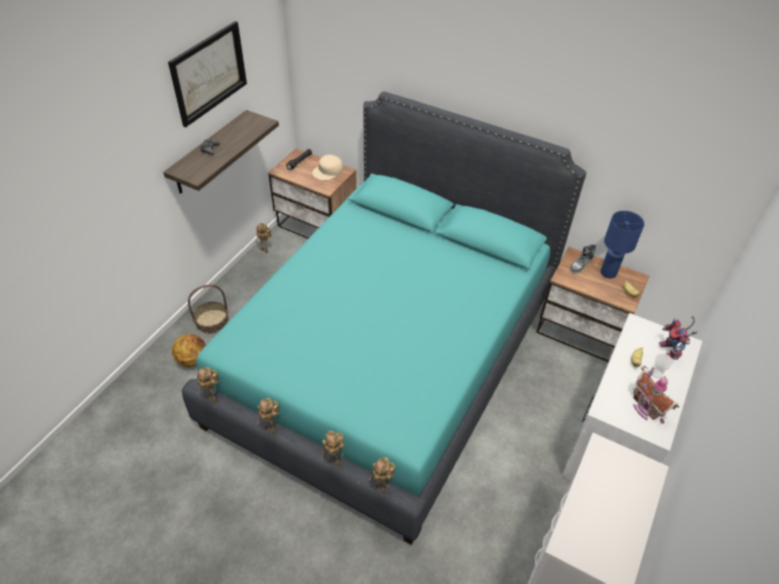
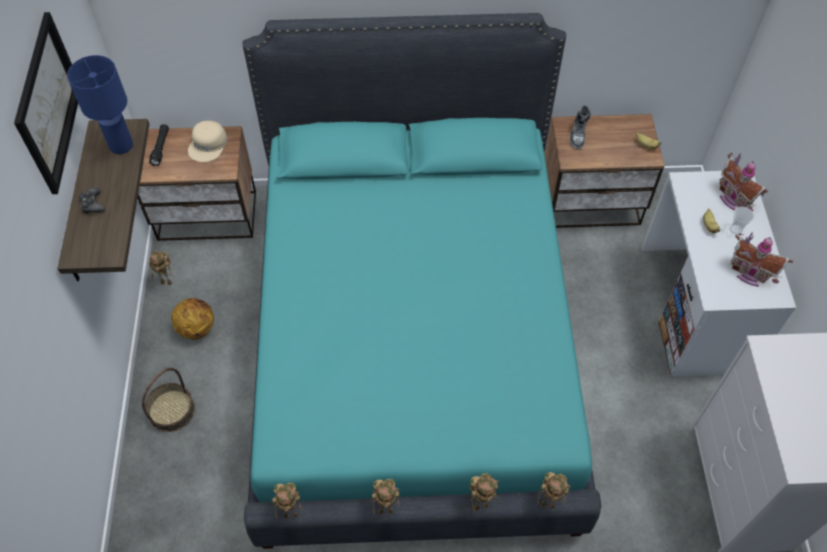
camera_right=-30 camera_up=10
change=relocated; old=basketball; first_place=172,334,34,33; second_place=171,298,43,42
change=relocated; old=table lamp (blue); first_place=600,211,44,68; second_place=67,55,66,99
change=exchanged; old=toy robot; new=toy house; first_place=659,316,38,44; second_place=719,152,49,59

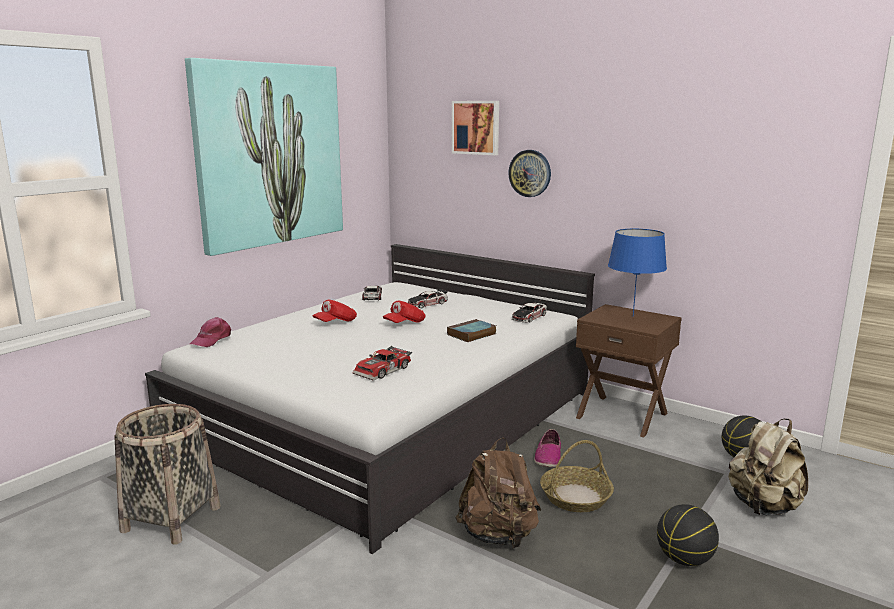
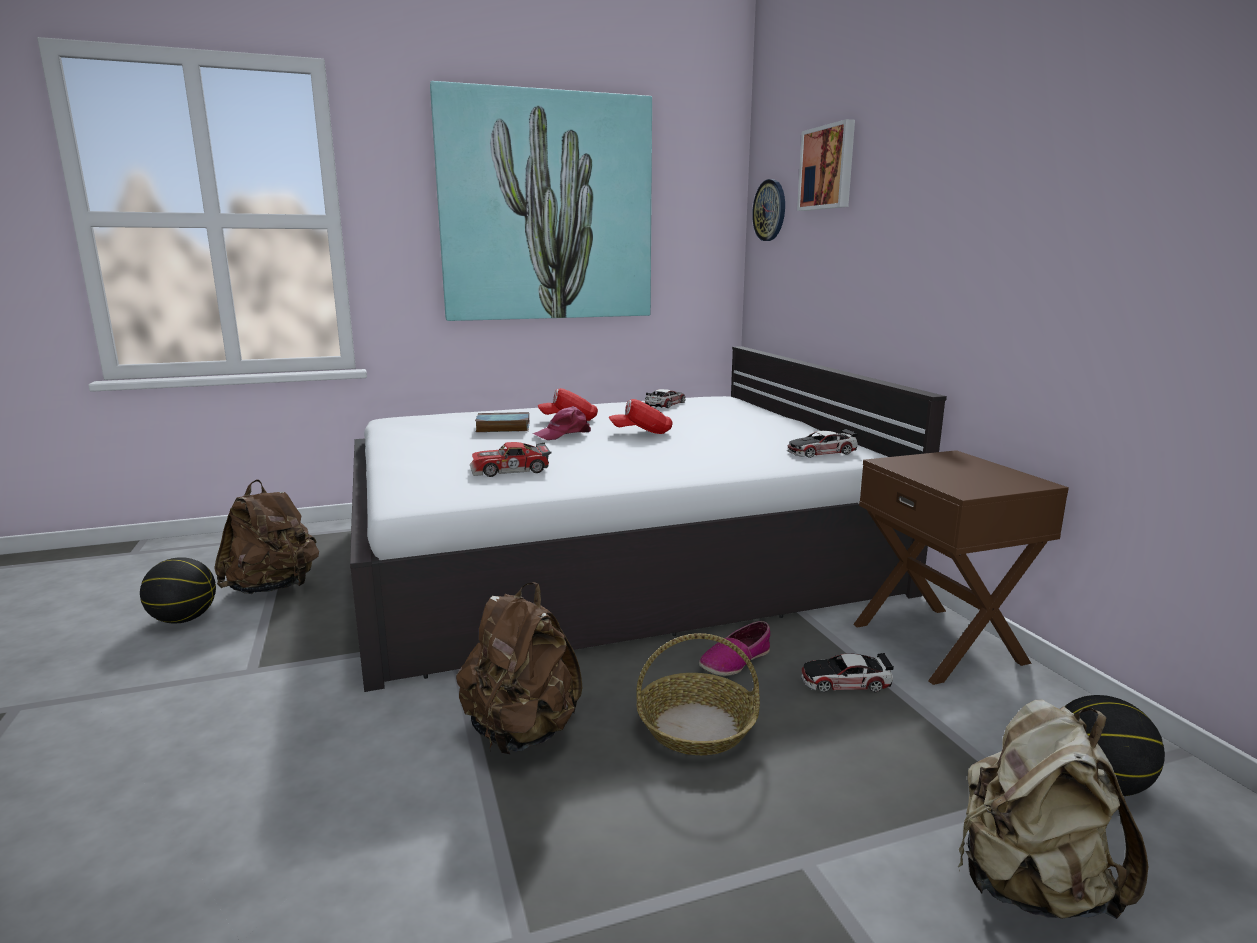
camera_right=35 camera_up=0
change=exchanged; old=basket; new=backpack (brown); first_place=114,404,106,141; second_place=214,479,105,115
change=relocated; old=cap (pink); first_place=190,317,41,30; second_place=533,406,58,34
change=relocated; old=toy car; first_place=408,289,40,19; second_place=801,653,93,39
change=relocated; old=book; first_place=447,319,49,23; second_place=475,412,54,20
change=relocated; old=wall clock; first_place=508,150,43,47; second_place=752,179,33,62
change=missing; old=table lamp (blue); first_place=608,229,59,88
change=relocated; old=basketball; first_place=657,504,62,62; second_place=140,557,76,66

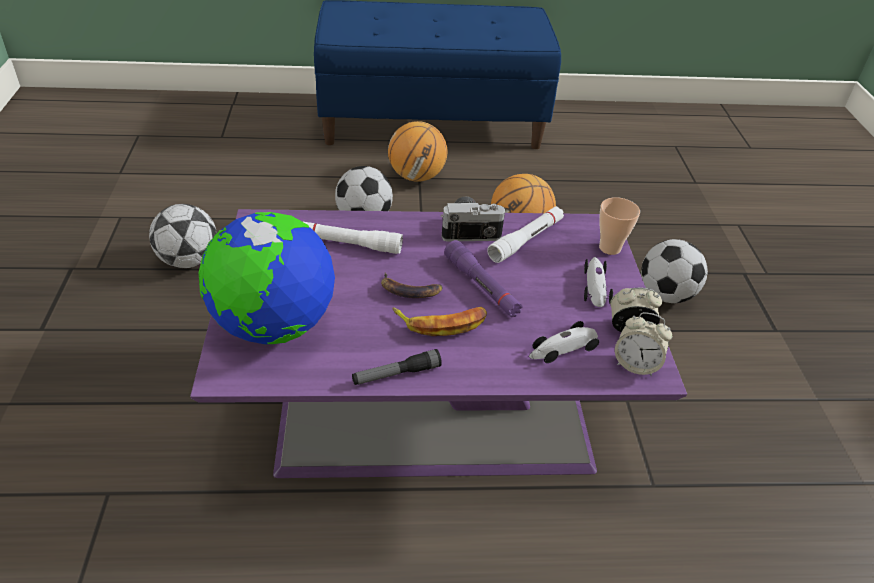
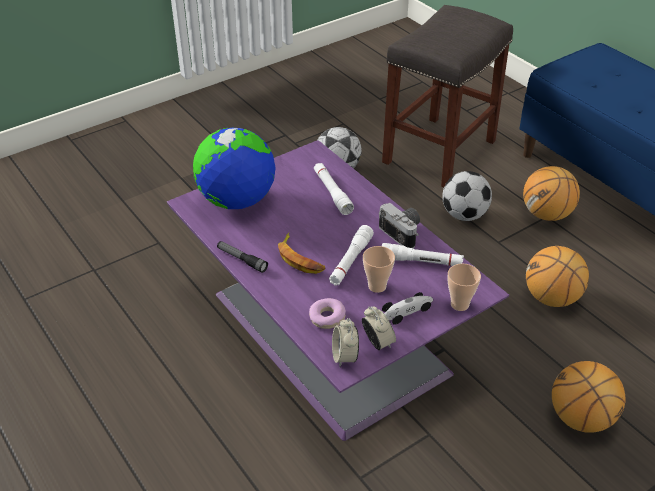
camera_right=60 camera_up=0
change=missing; old=banana; first_place=381,273,62,25
change=colour; old=flashlight (purple); new=flashlight (white); first_place=444,240,79,77; second_place=329,225,45,61
change=exchanged; old=toy car; new=donut; first_place=529,321,70,42; second_place=309,298,37,31
change=exchanged; old=football; new=basketball; first_place=641,239,67,64; second_place=552,361,74,72
change=appeared; new=cup; second_place=363,246,32,47
change=appeared; new=stool (grey); second_place=382,5,131,182

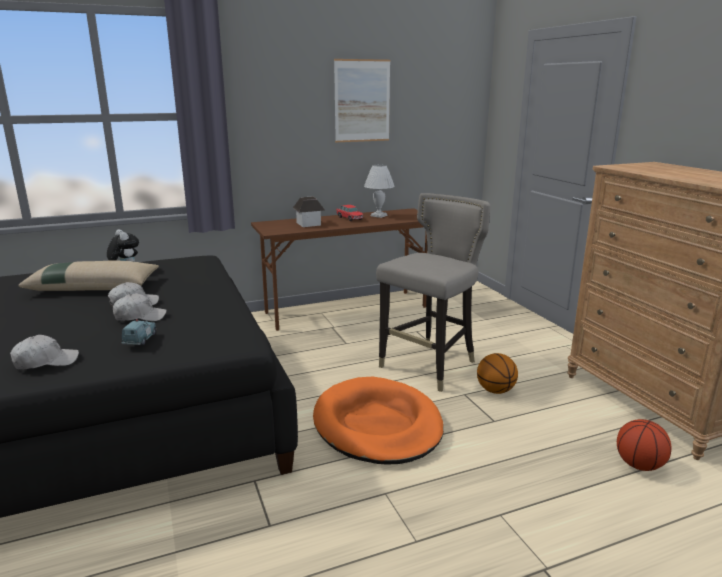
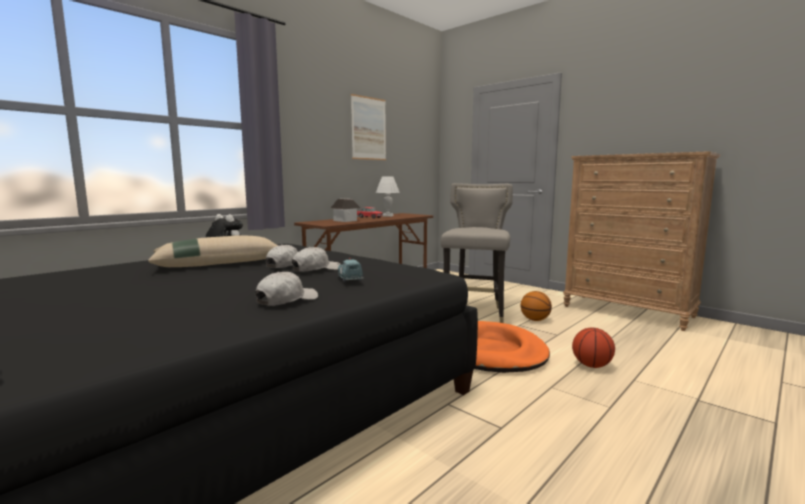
camera_right=-25 camera_up=-10
change=relocated; old=basketball; first_place=617,419,54,52; second_place=572,327,43,41

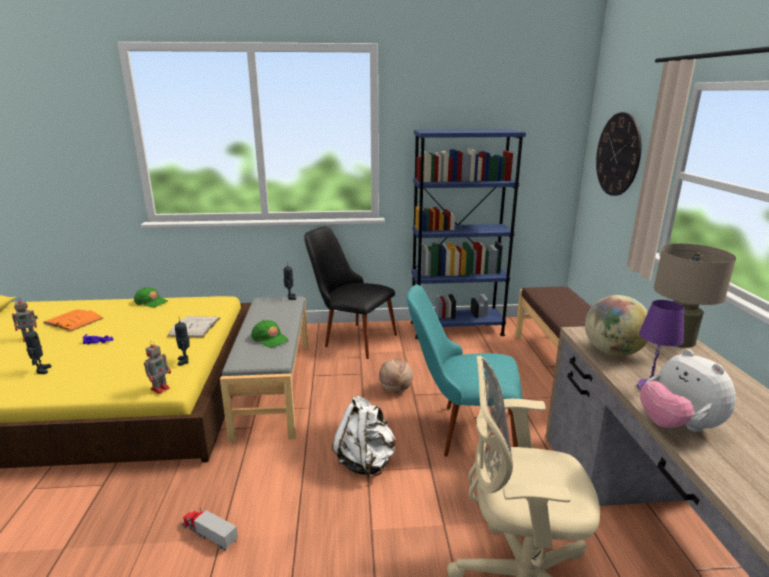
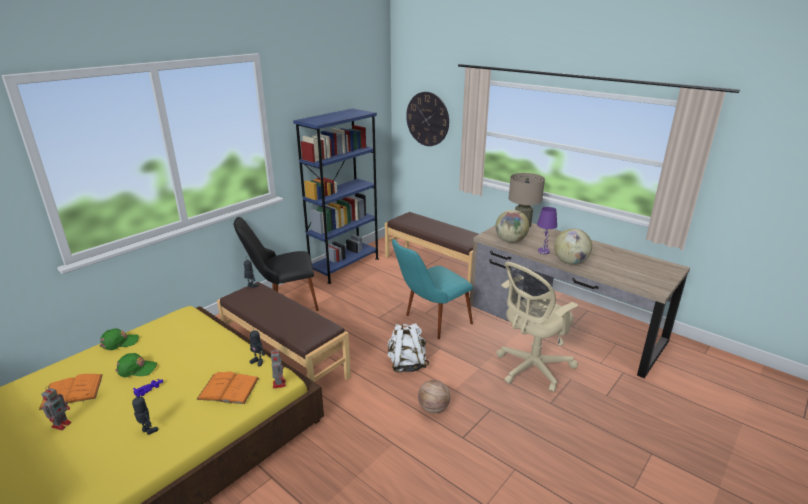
camera_right=-45 camera_up=5
change=missing; old=book (white); first_place=167,316,53,22
change=missing; old=toy truck; first_place=181,507,57,44
change=colour; old=bench (grey); new=bench (brown); first_place=220,297,88,145; second_place=217,282,134,100
change=relocated; old=cap (green); first_place=251,320,37,28; second_place=115,353,42,25
change=relocated; old=basketball; first_place=379,358,34,35; second_place=418,380,32,33
change=exchanged; old=plush toy; new=globe; first_place=640,349,96,83; second_place=554,228,38,37
change=appeared; new=book (orange); second_place=196,372,63,32

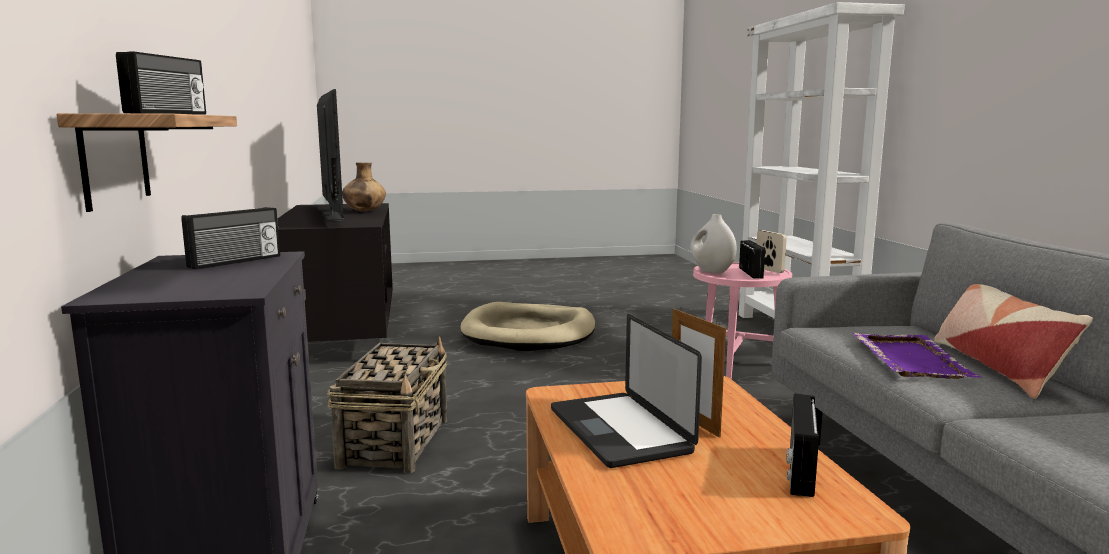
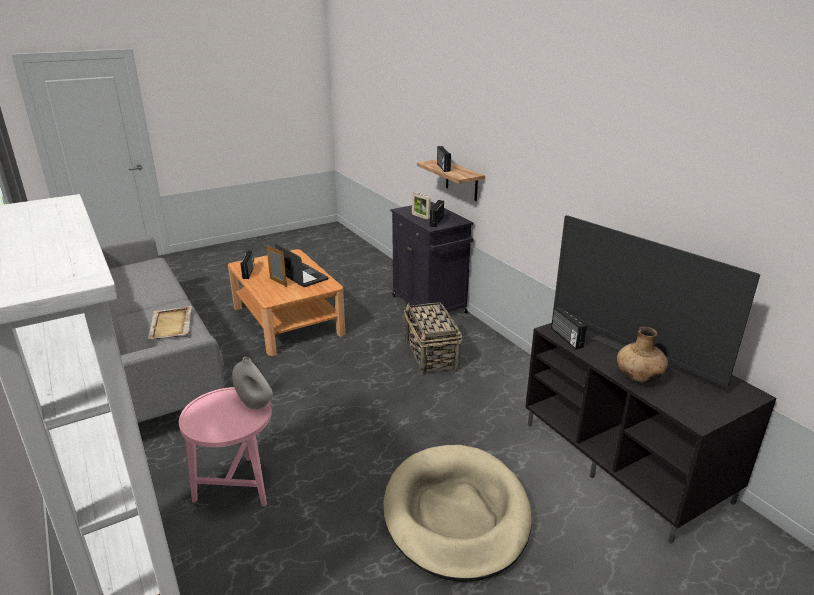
camera_right=160 camera_up=15
change=relocated; old=radio; first_place=739,240,26,39; second_place=551,306,36,43
change=relocated; old=picture frame; first_place=756,230,31,43; second_place=412,192,18,28
change=colour; old=tray (purple); new=tray (beige); first_place=853,333,129,46; second_place=147,306,45,33
change=missing; old=pillow; first_place=934,284,159,115

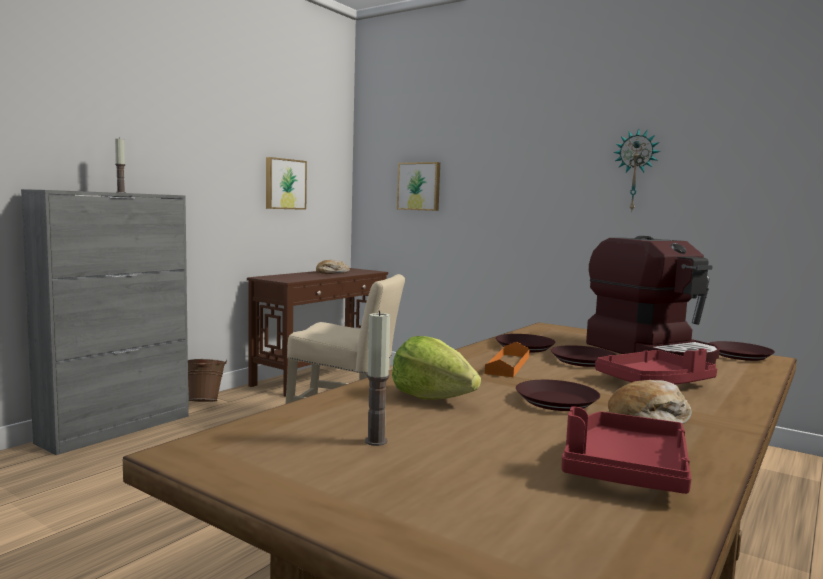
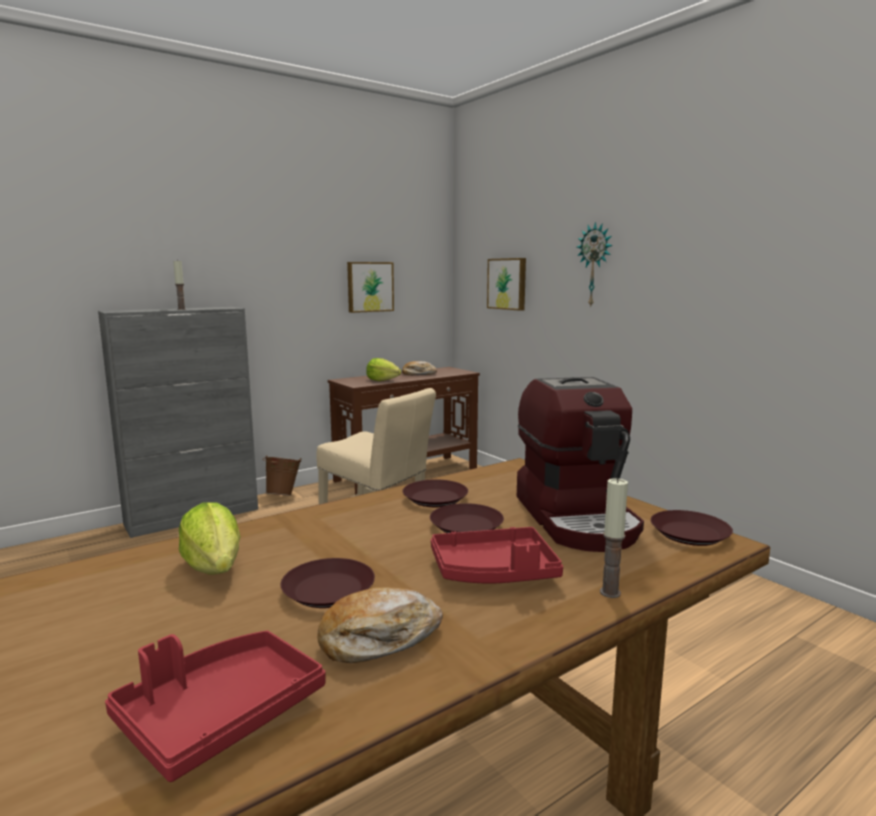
camera_right=20 camera_up=5
change=relocated; old=candle; first_place=365,310,25,136; second_place=600,478,28,120
change=missing; old=tray (orange); first_place=485,342,44,35
change=relocated; old=wall clock; first_place=613,128,48,85; second_place=577,222,36,86
change=appeared; new=lettuce; second_place=366,358,35,23

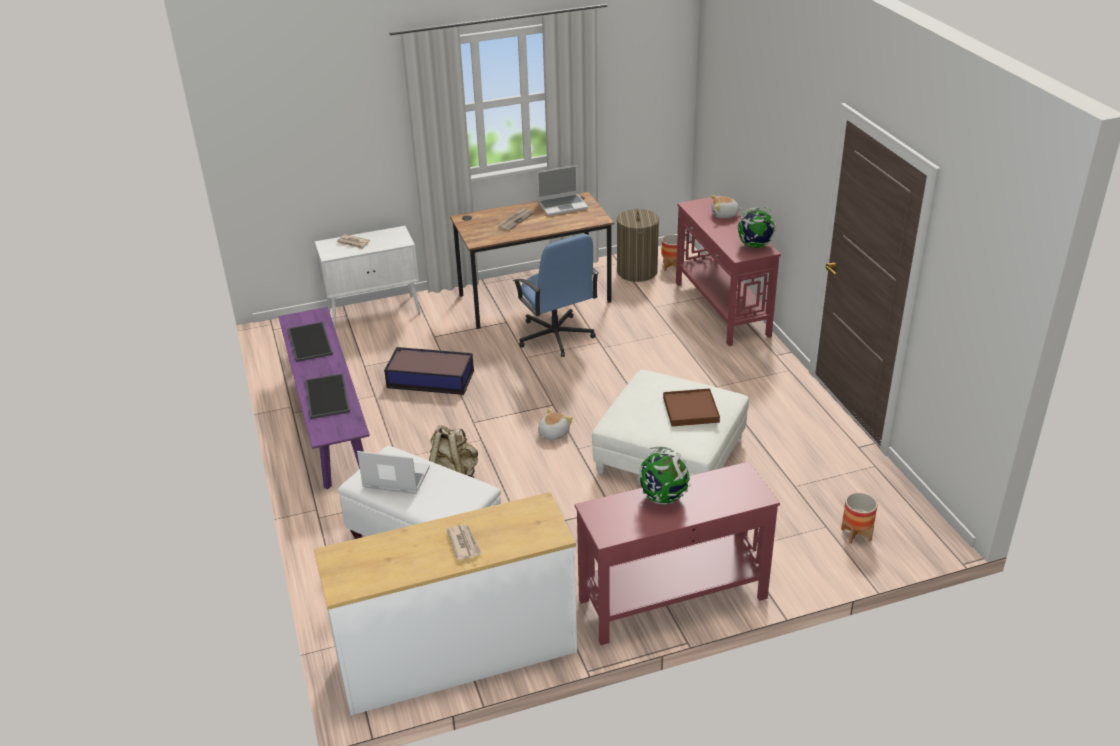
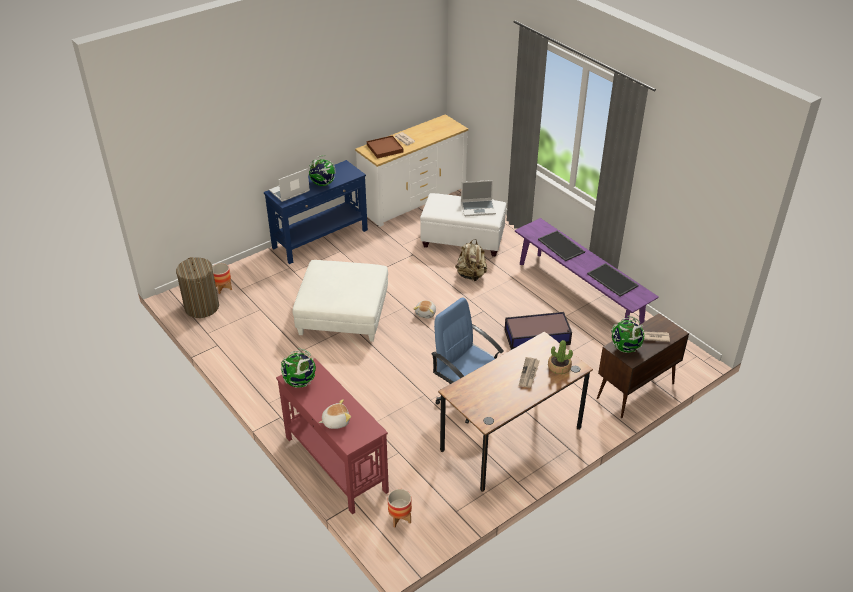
camera_right=160 camera_up=5
change=colour; old=cabinet (white); new=cabinet (brown); first_place=315,226,105,104; second_place=597,313,92,105
change=relocated; old=laptop; first_place=537,165,51,51; second_place=269,169,41,33
change=colour; old=console table (red); new=console table (blue); first_place=575,461,205,184; second_place=264,160,104,104
change=relocated; old=laundry basket; first_place=617,209,42,73; second_place=176,257,43,61
change=relocated; old=tray (brown); first_place=663,388,57,38; second_place=367,135,37,23
change=appeared; new=potted plant; second_place=548,340,25,34
change=appeared; new=globe; second_place=611,316,34,37

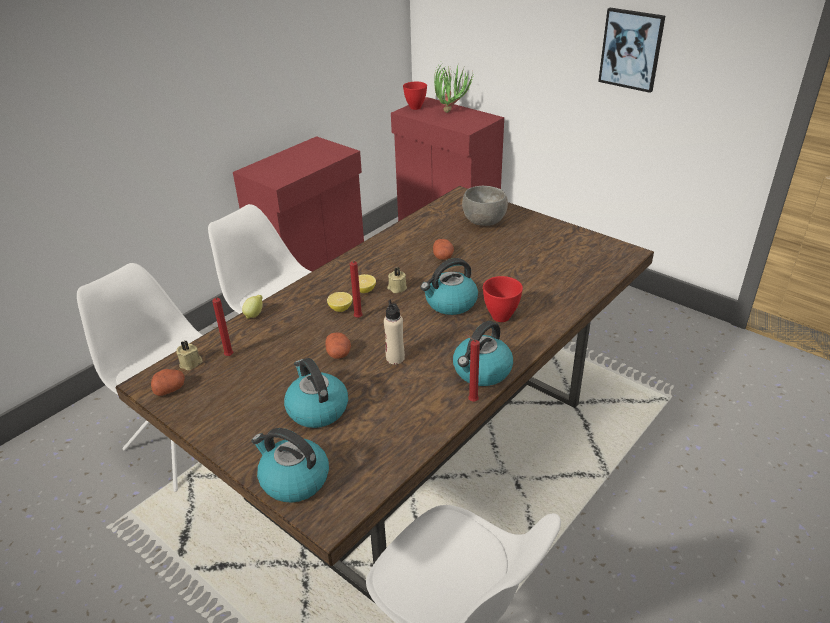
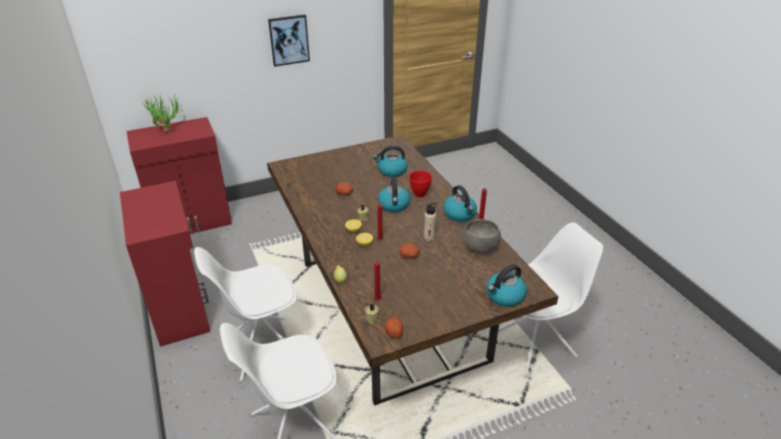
camera_right=-65 camera_up=0
change=relocated; old=kettle; first_place=284,358,64,70; second_place=373,146,35,31
change=missing; old=bowl (red); first_place=403,82,24,28
change=relocated; old=bowl (grey); first_place=462,186,46,40; second_place=463,219,38,34

